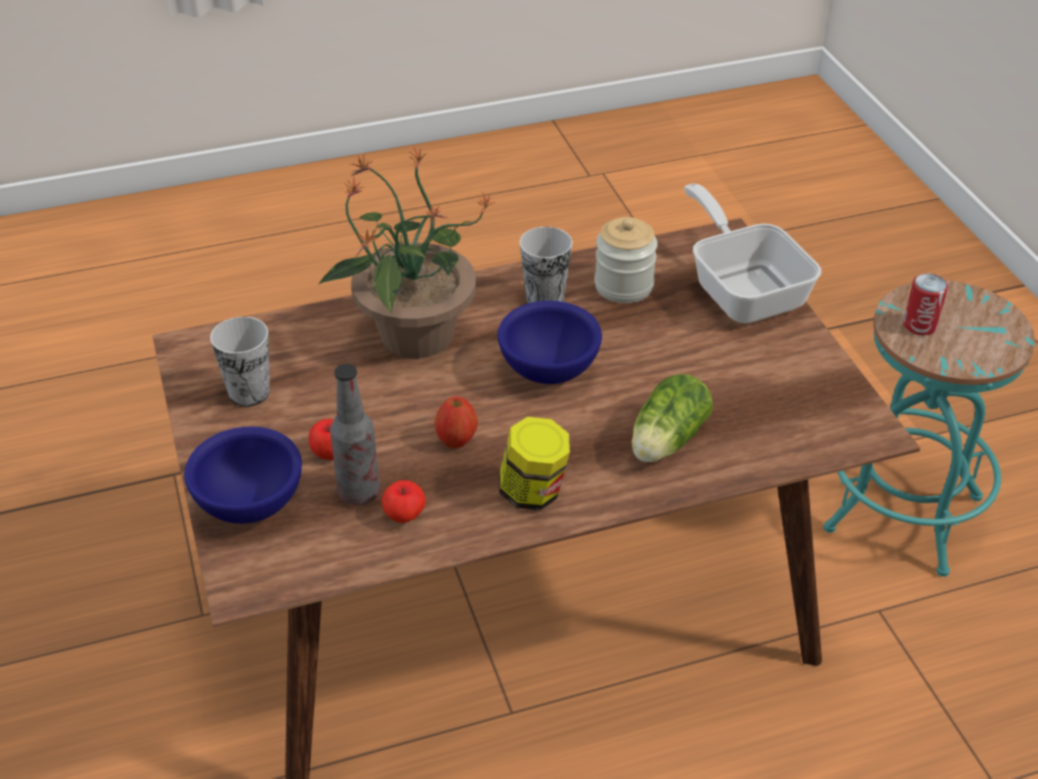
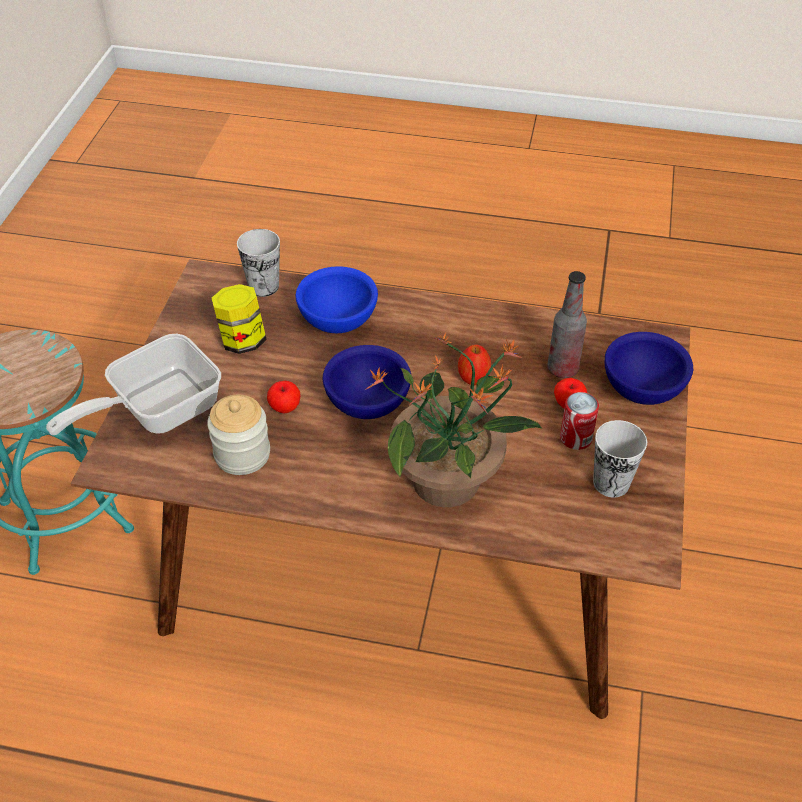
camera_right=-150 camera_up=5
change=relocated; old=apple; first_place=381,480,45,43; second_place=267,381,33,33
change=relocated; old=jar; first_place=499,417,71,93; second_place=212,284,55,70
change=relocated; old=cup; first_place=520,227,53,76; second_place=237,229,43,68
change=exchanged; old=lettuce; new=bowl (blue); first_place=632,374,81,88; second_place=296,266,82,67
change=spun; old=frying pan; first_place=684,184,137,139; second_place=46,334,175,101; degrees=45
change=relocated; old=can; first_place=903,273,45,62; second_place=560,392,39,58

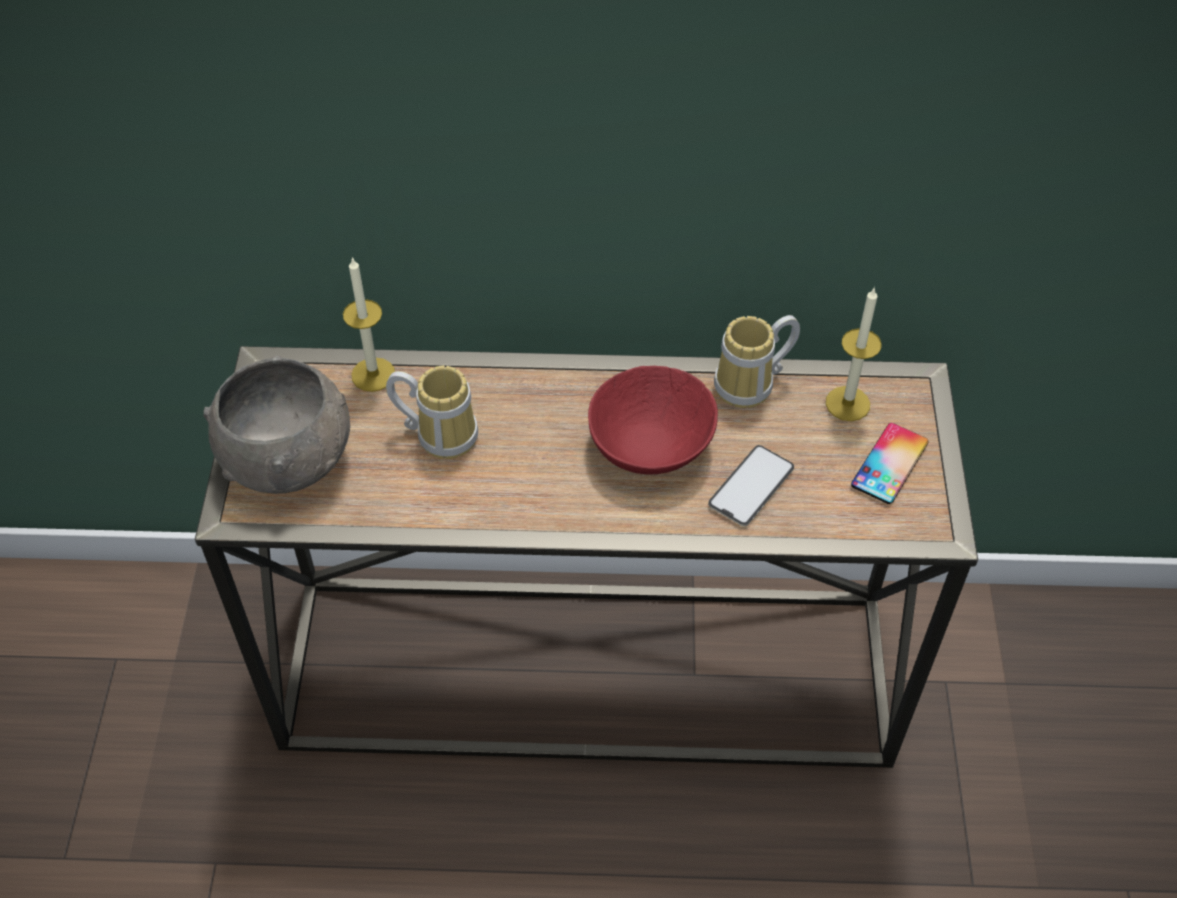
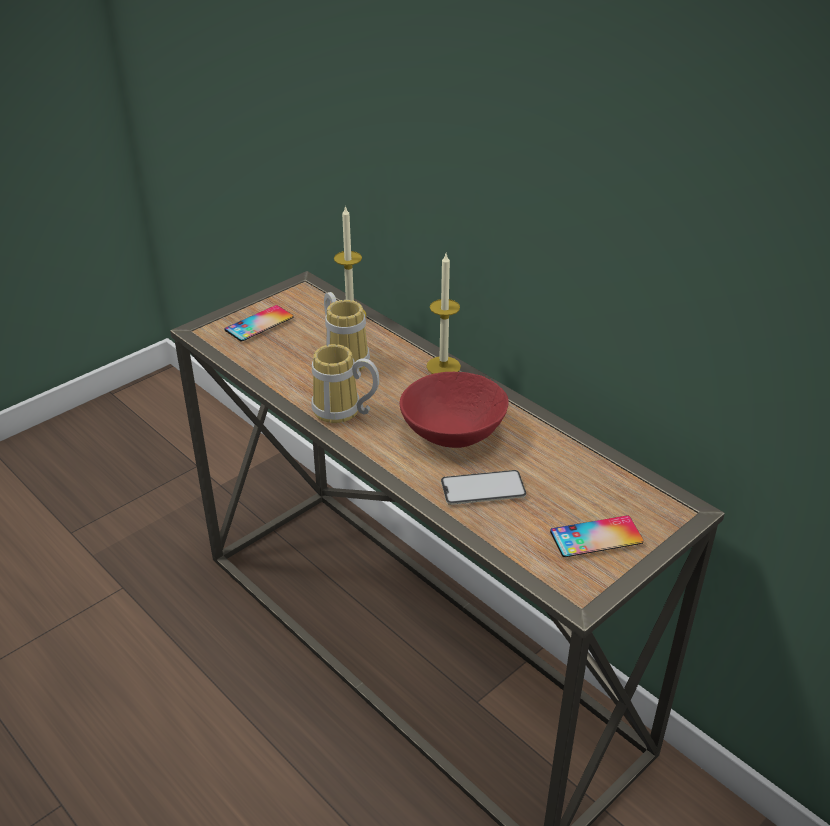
camera_right=45 camera_up=-15
change=exchanged; old=bowl (grey); new=phone; first_place=203,356,147,138; second_place=224,305,70,37
change=relocated; old=mug; first_place=714,315,86,93; second_place=312,344,68,79
change=relocated; old=candle; first_place=826,287,56,134; second_place=426,254,35,120

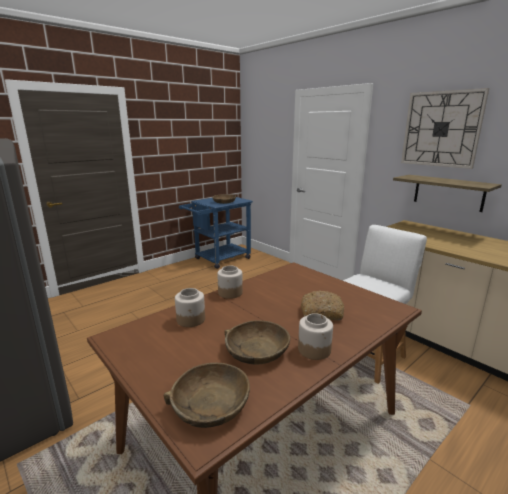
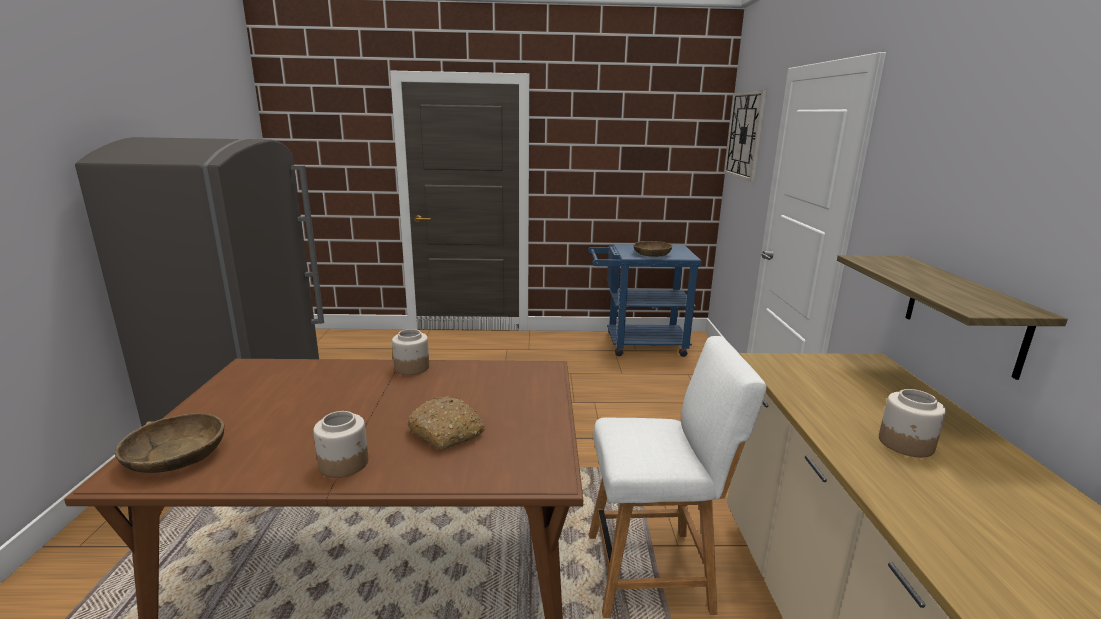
camera_right=40 camera_up=0
change=relocated; old=jar; first_place=175,288,30,39; second_place=879,389,67,68
change=missing; old=bowl (brown); first_place=224,320,67,44
change=relocated; old=wall clock; first_place=401,88,88,81; second_place=724,90,43,92

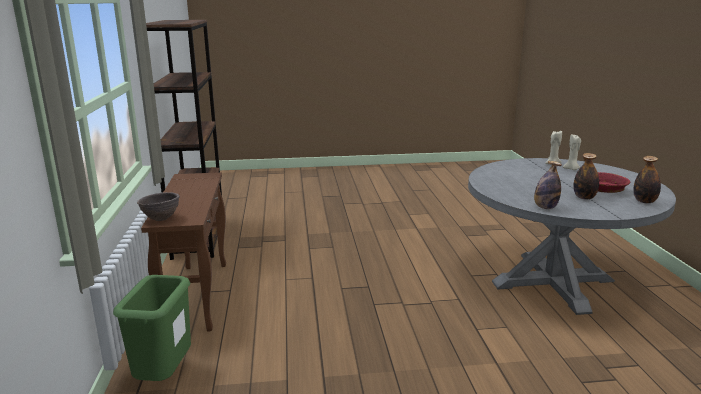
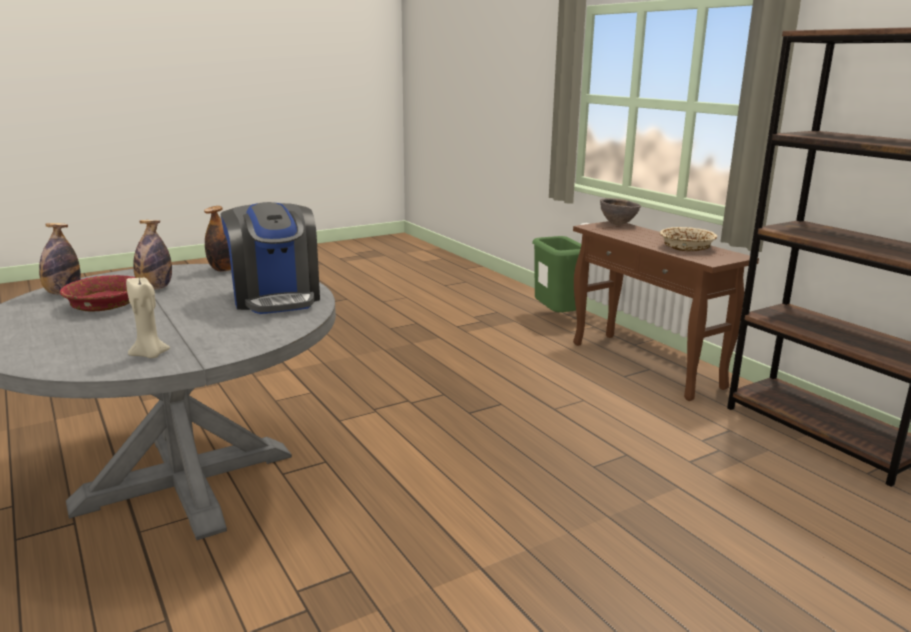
camera_right=155 camera_up=0
change=missing; old=candle (beige); first_place=563,135,18,35
change=appeared; new=coffee machine; second_place=220,202,100,112
change=appeared; new=bowl (beige); second_place=660,227,57,24

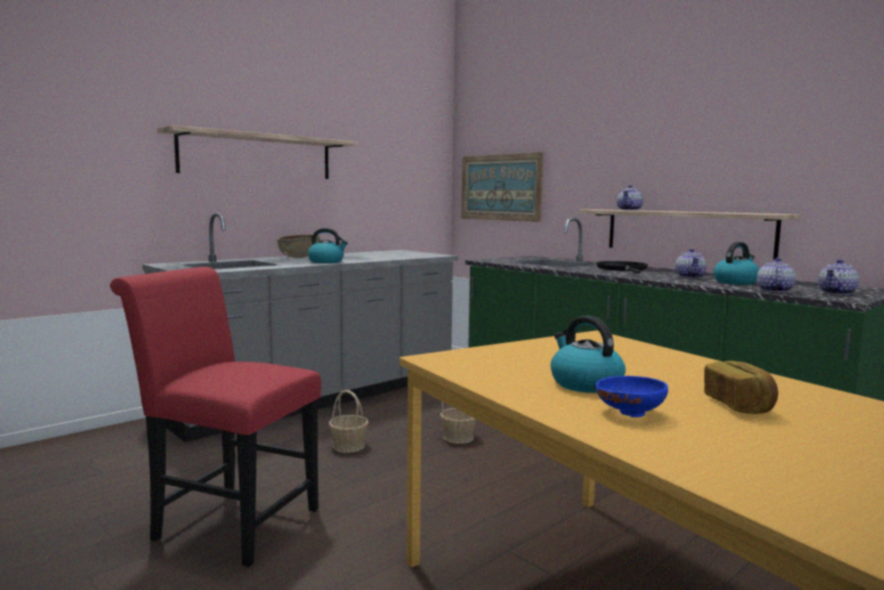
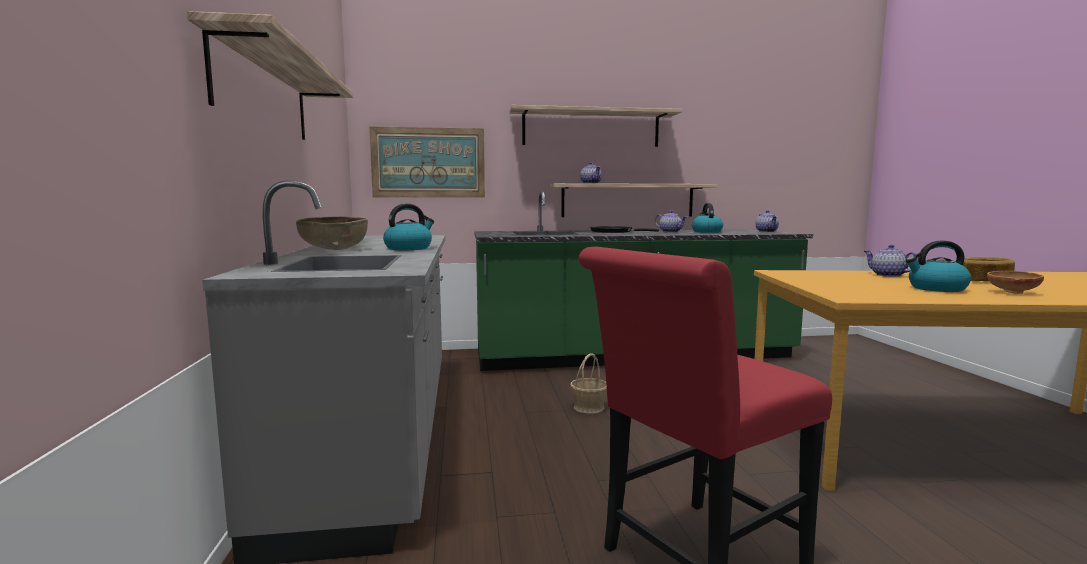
camera_right=-55 camera_up=0
change=missing; old=basket; first_place=329,390,40,63
change=colour; old=bowl (blue); new=bowl (brown); first_place=596,376,72,41; second_place=987,271,57,23
change=relocated; old=teapot; first_place=757,258,39,34; second_place=864,245,55,32
change=appeared; new=shelf; second_place=510,105,172,42

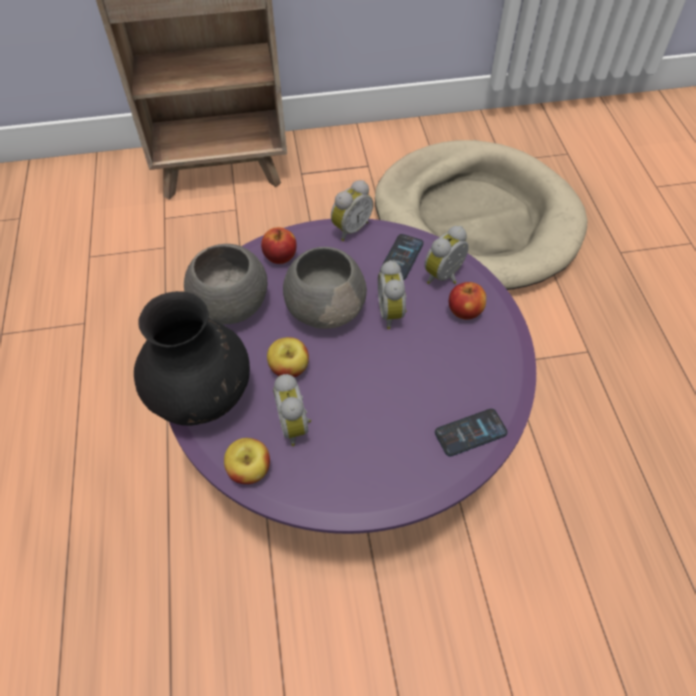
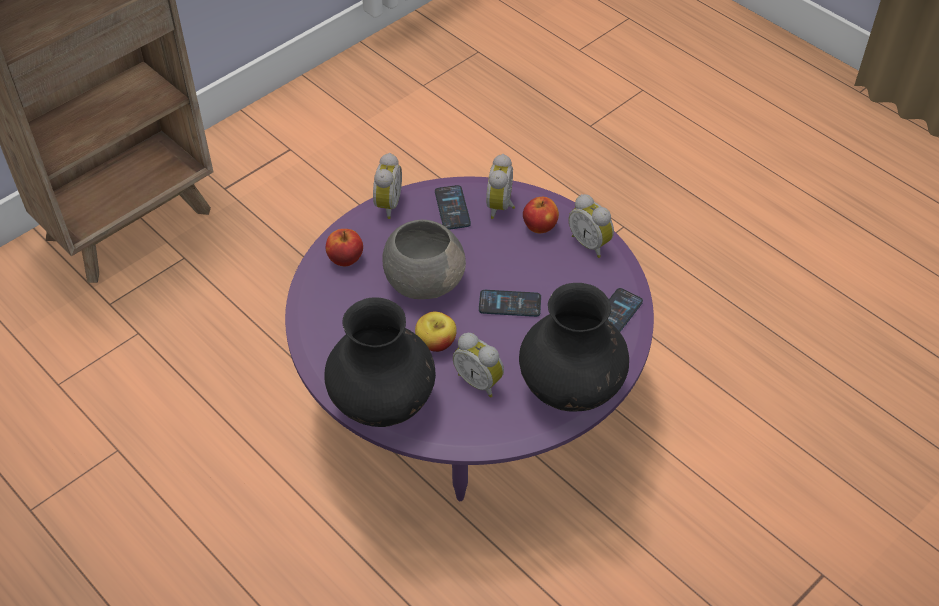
camera_right=-35 camera_up=-5
change=missing; old=bowl (grey); first_place=184,244,83,80
change=missing; old=apple; first_place=224,438,46,46
change=missing; old=dog bed (beige); first_place=375,140,212,150
change=relocated; old=alarm clock; first_place=378,260,29,69; second_place=569,194,45,64
change=appeared; new=phone; second_place=479,290,62,27
change=appeared; new=vase (black); second_place=519,283,110,128

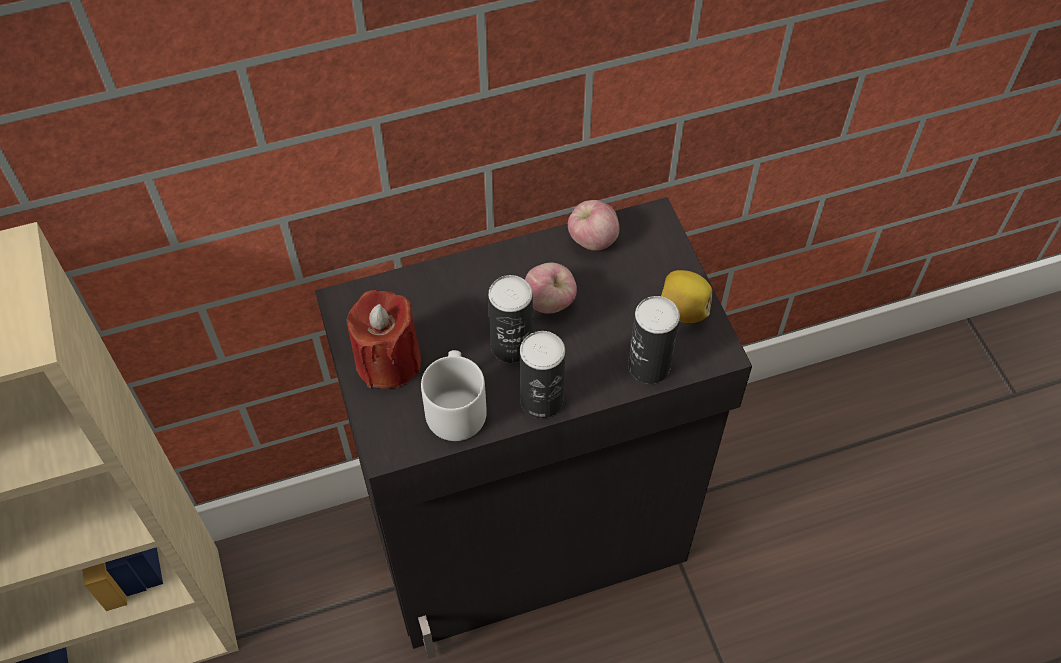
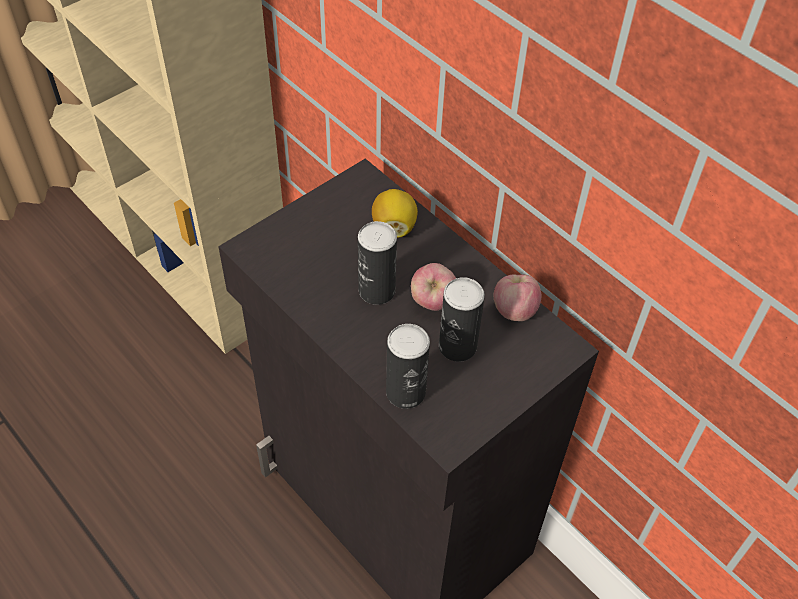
camera_right=65 camera_up=-5
change=missing; old=candle (red); first_place=347,290,74,99
change=missing; old=mug (grey); first_place=421,350,66,91
change=relocated; old=can; first_place=520,331,45,87; second_place=439,277,46,85
change=relocated; old=lemon; first_place=661,270,51,53; second_place=372,189,46,49

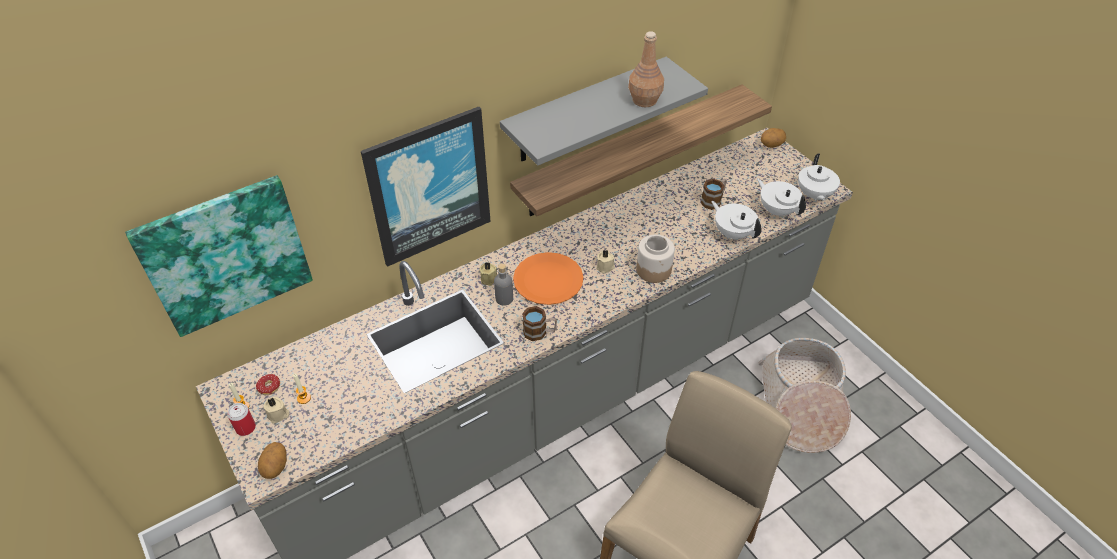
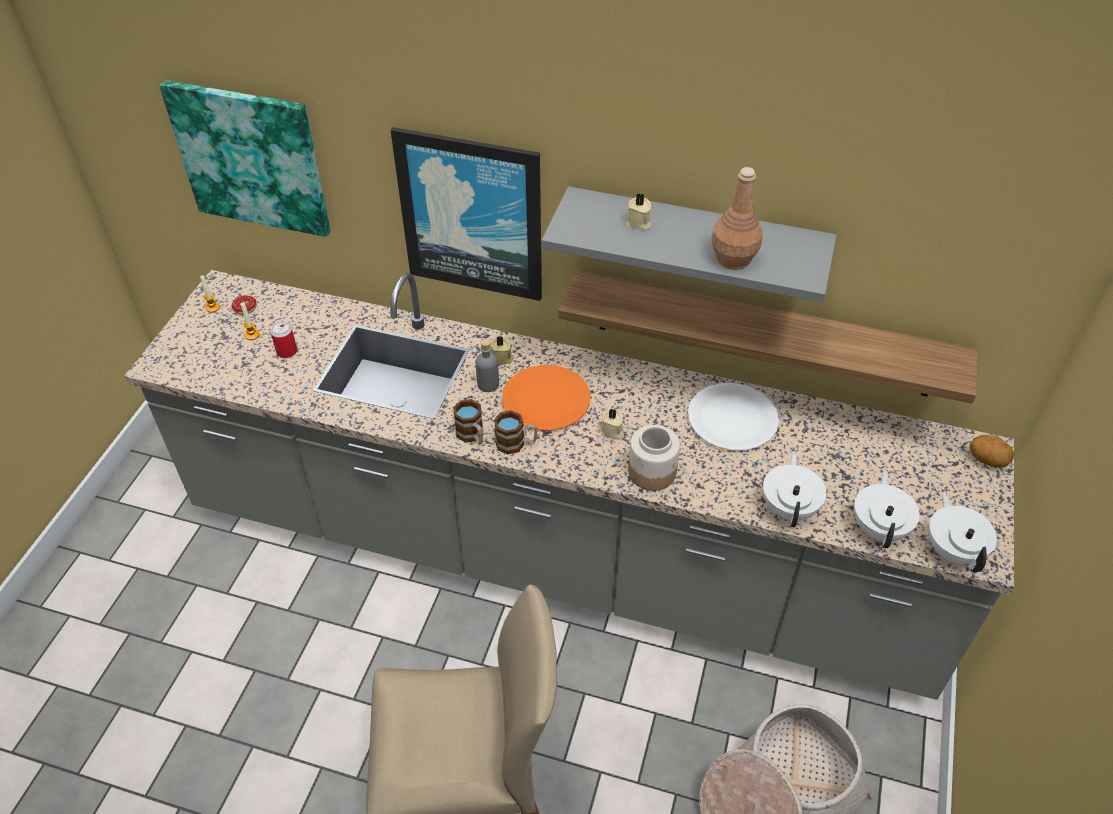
camera_right=50 camera_up=0
change=relocated; old=can; first_place=228,403,28,33; second_place=270,321,27,37
change=missing; old=potato; first_place=258,442,29,37
change=relocated; old=candle (beige); first_place=263,397,26,27; second_place=626,193,25,38
change=relocated; old=mug; first_place=701,179,26,31; second_place=494,410,43,45
change=spun; old=teapot (white); first_place=798,154,42,48; second_place=929,492,68,80; degrees=120
change=appeared; new=plate (white); second_place=688,383,91,68

